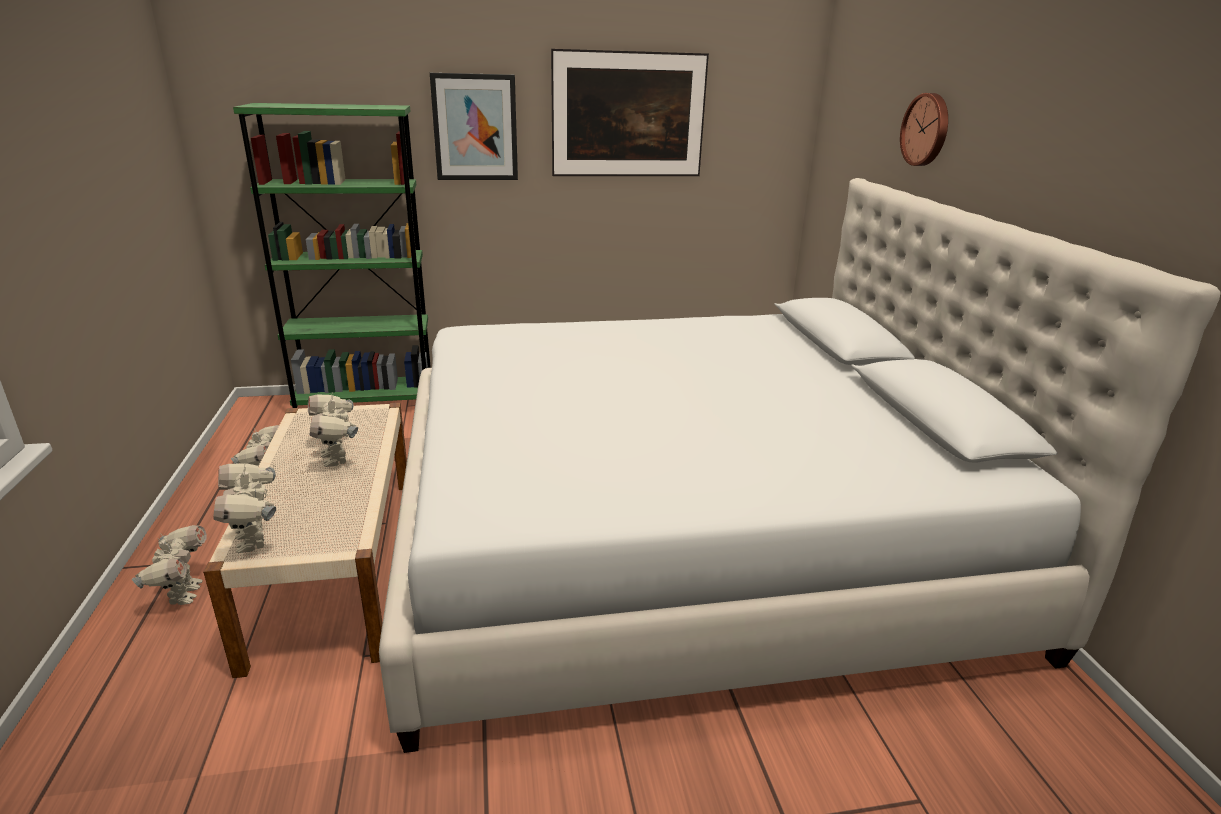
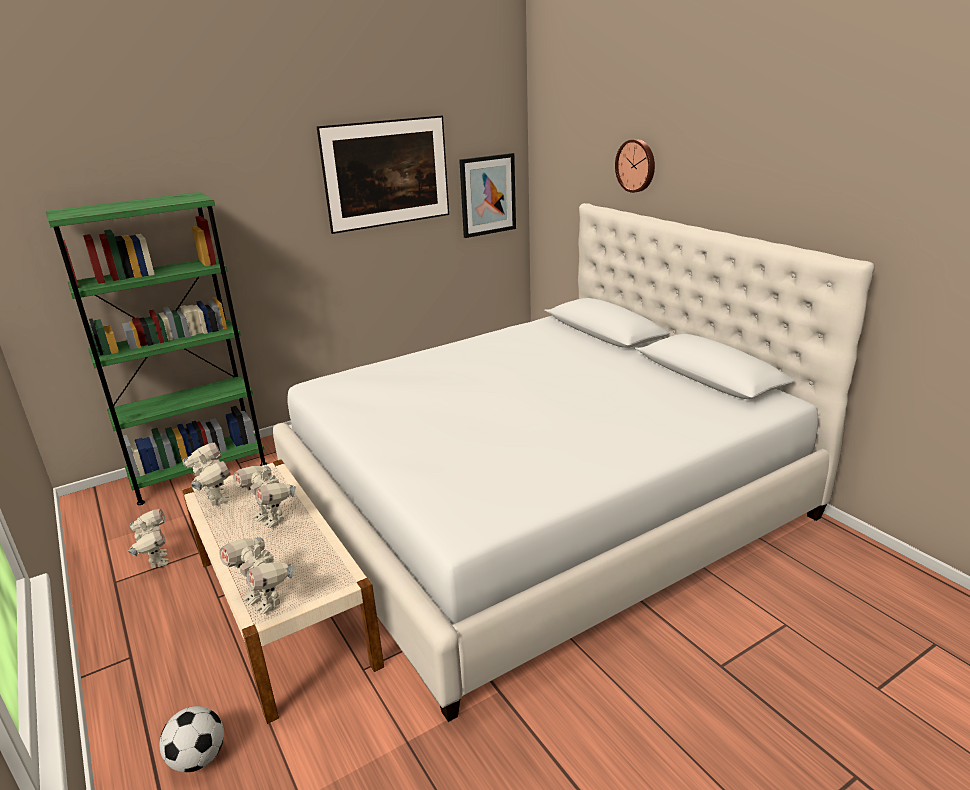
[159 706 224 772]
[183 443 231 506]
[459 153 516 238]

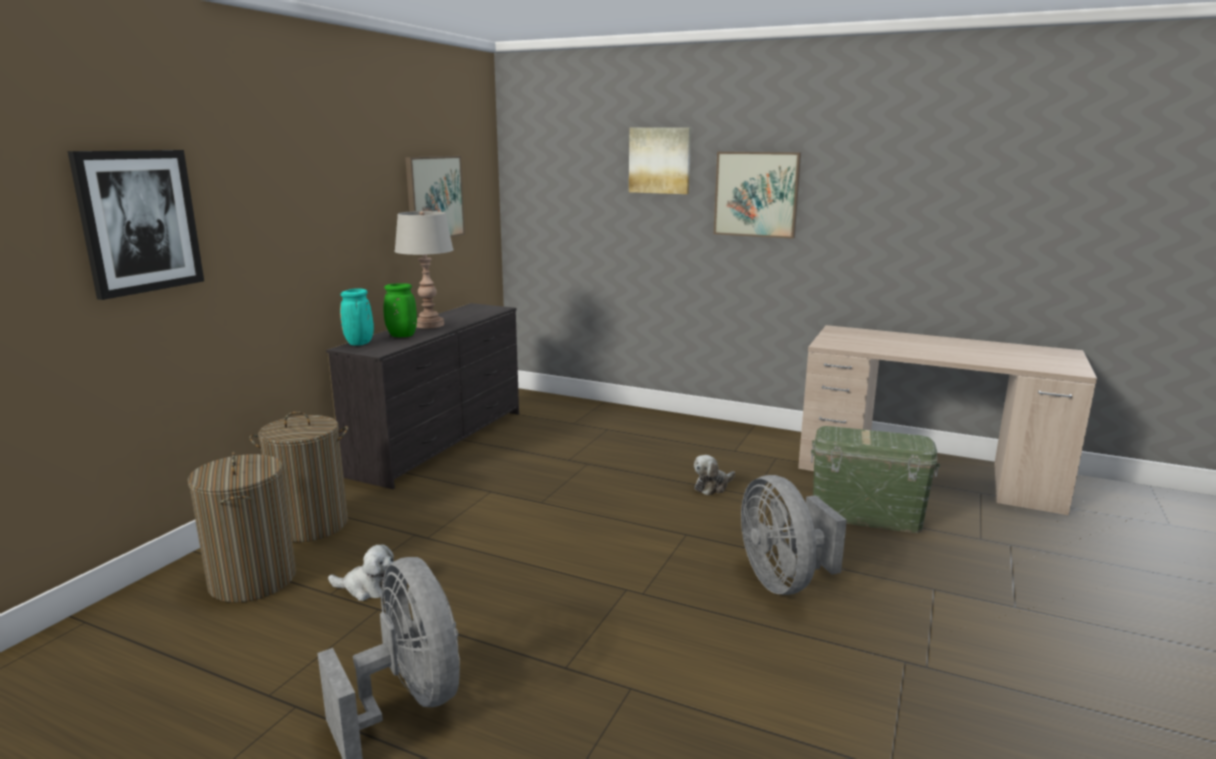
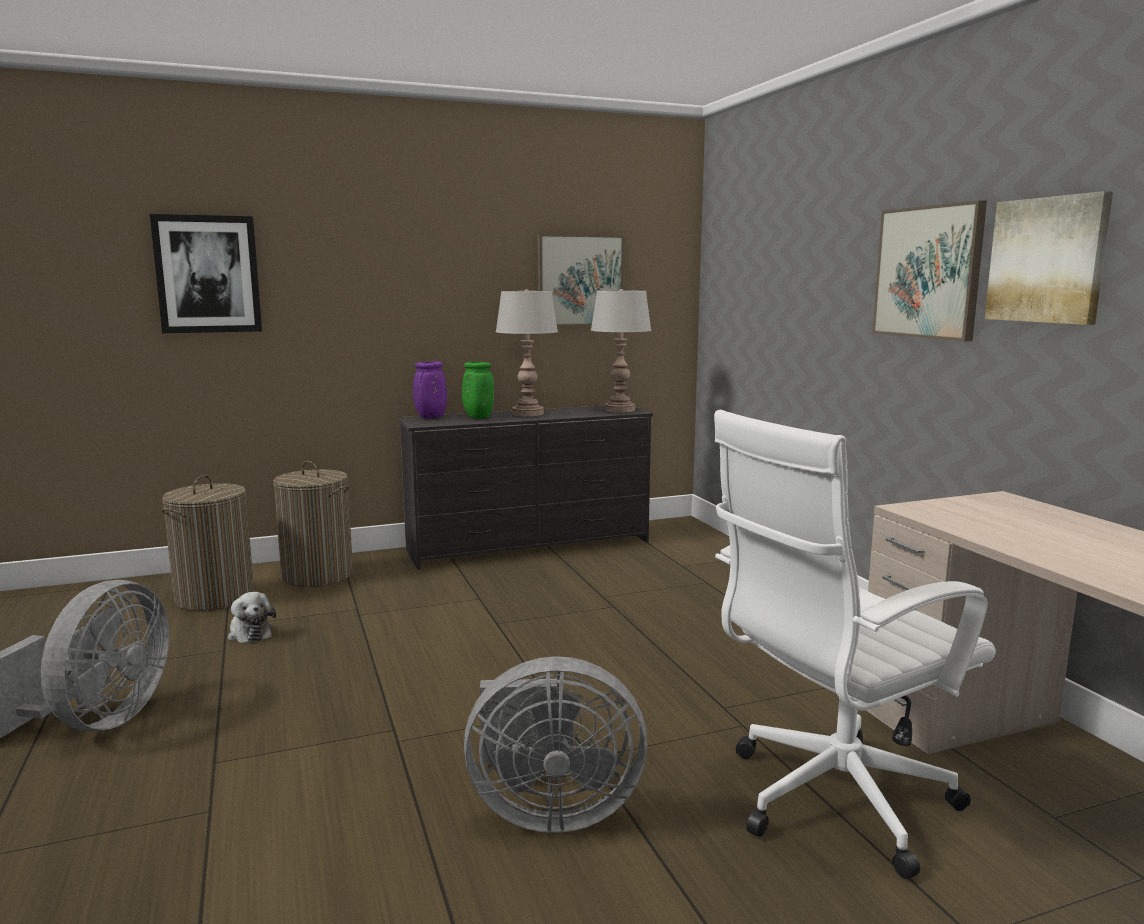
[413 361 447 418]
[464 656 647 833]
[591 289 652 413]
[714 410 996 879]
[985 191 1113 325]
[694 455 735 495] (first image)

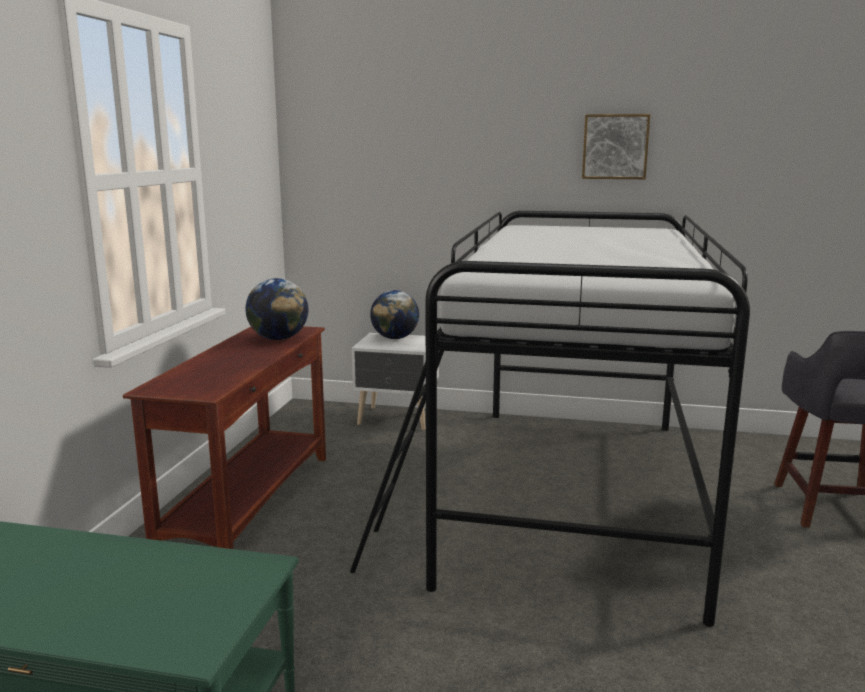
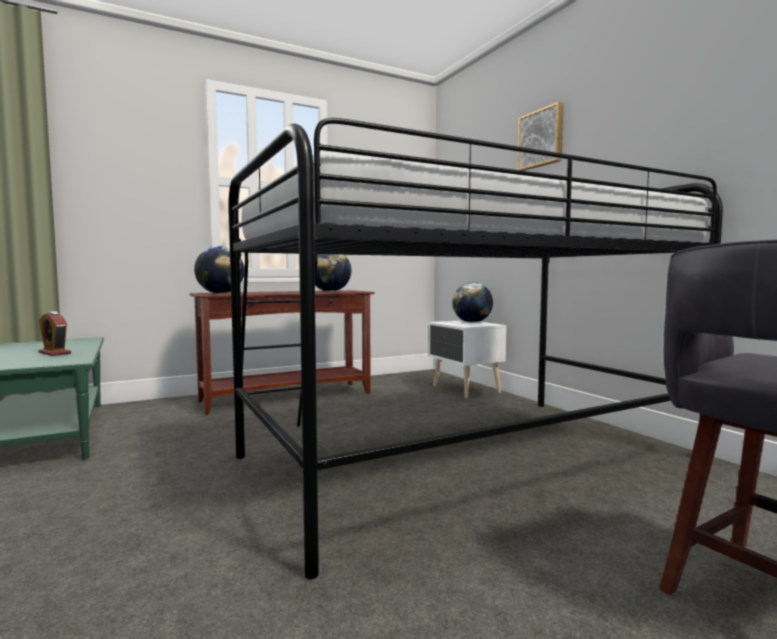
[38 311 71 356]
[194 246 244 294]
[517 102 564 171]

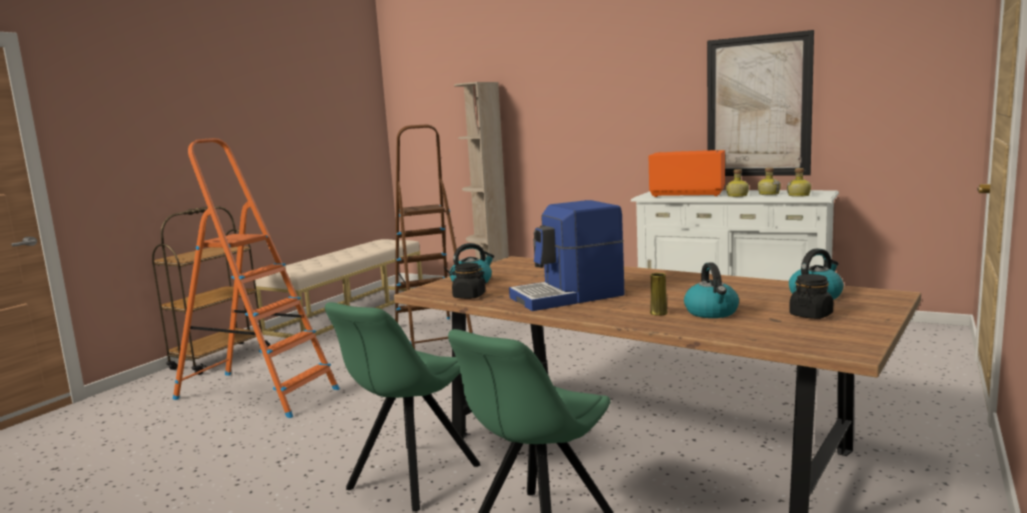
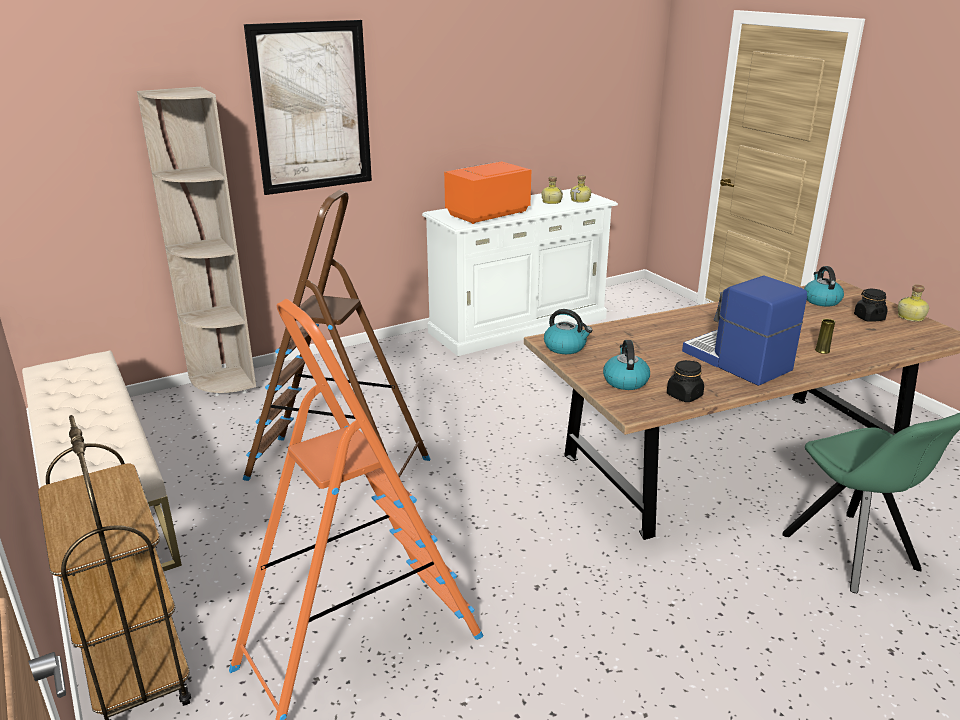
[244 20 372 195]
[544 309 592 354]
[682 276 807 386]
[898 284 929 322]
[325 302 481 512] (first image)

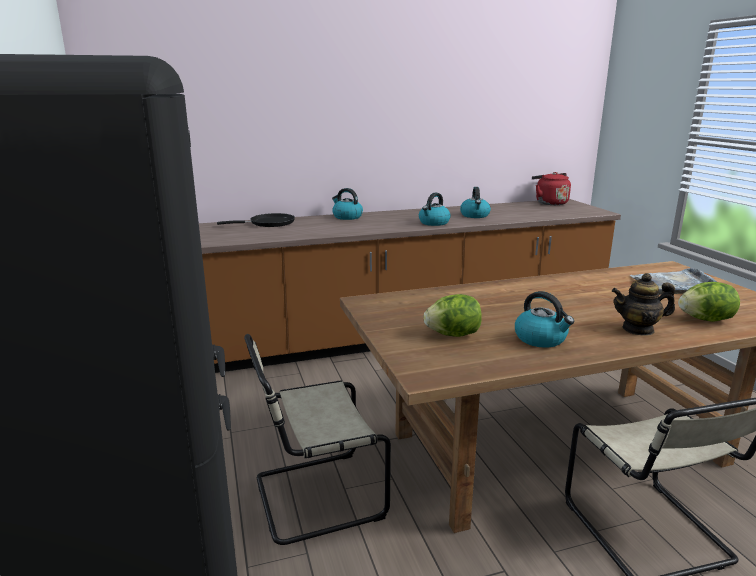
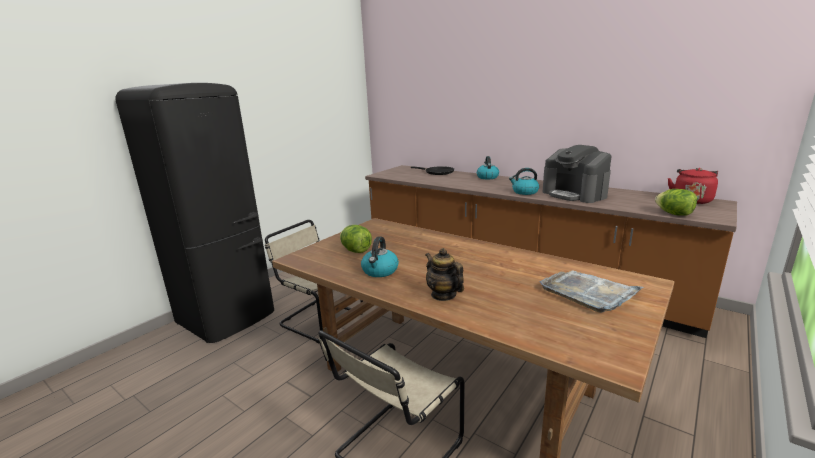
[543 145 612 203]
[655 189 697 215]

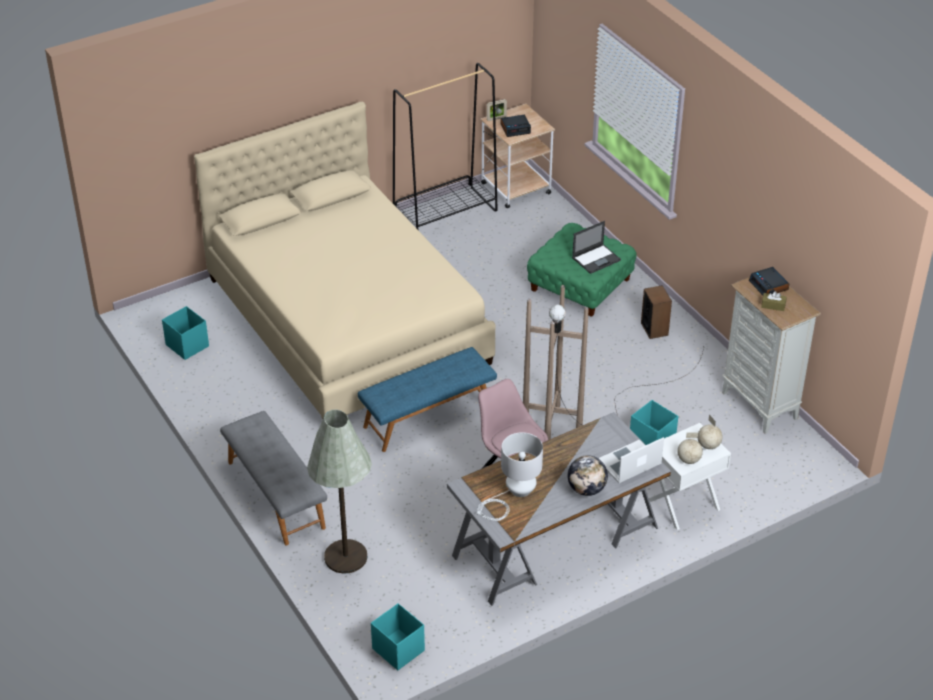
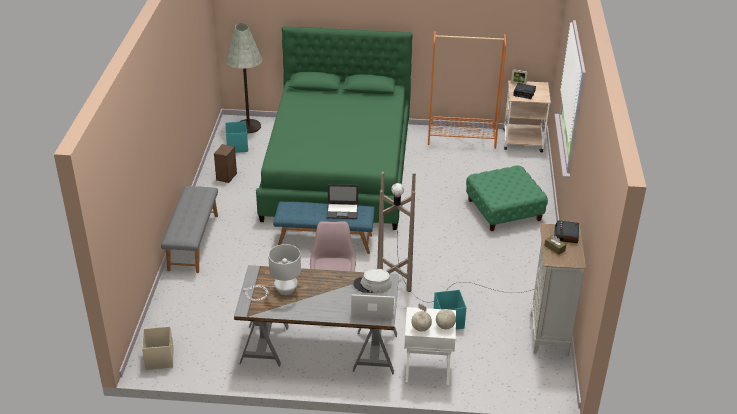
[142 326 173 370]
[214 144 237 183]
[226 23 262 133]
[256 26 413 230]
[326 184 358 219]
[353 268 392 293]
[428 31 506 149]
[568 455 608 496] (first image)

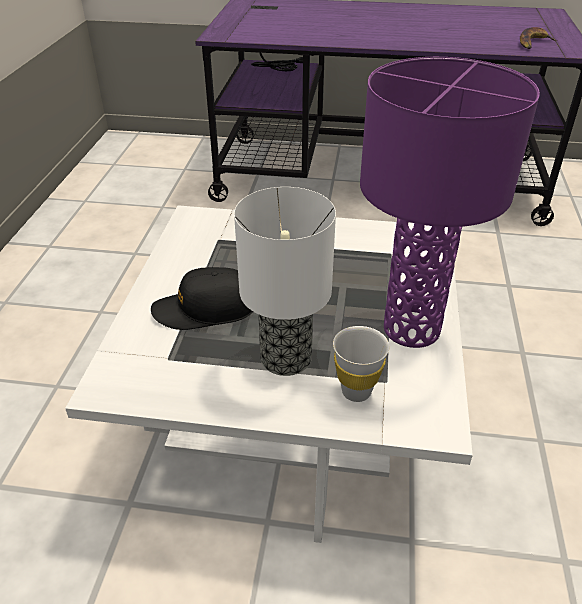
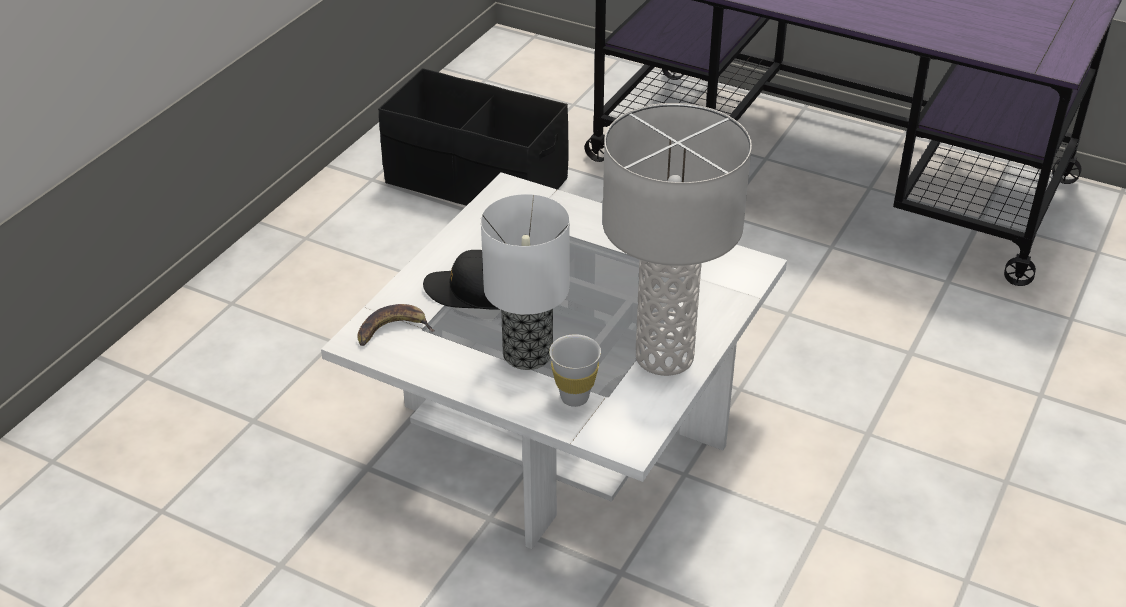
[357 304 434 346]
[378 68 568 206]
[603 103 752 376]

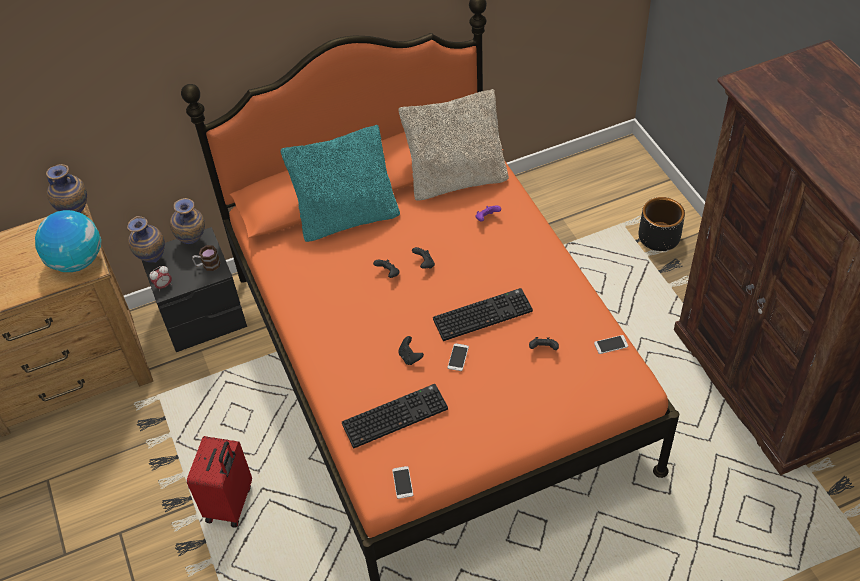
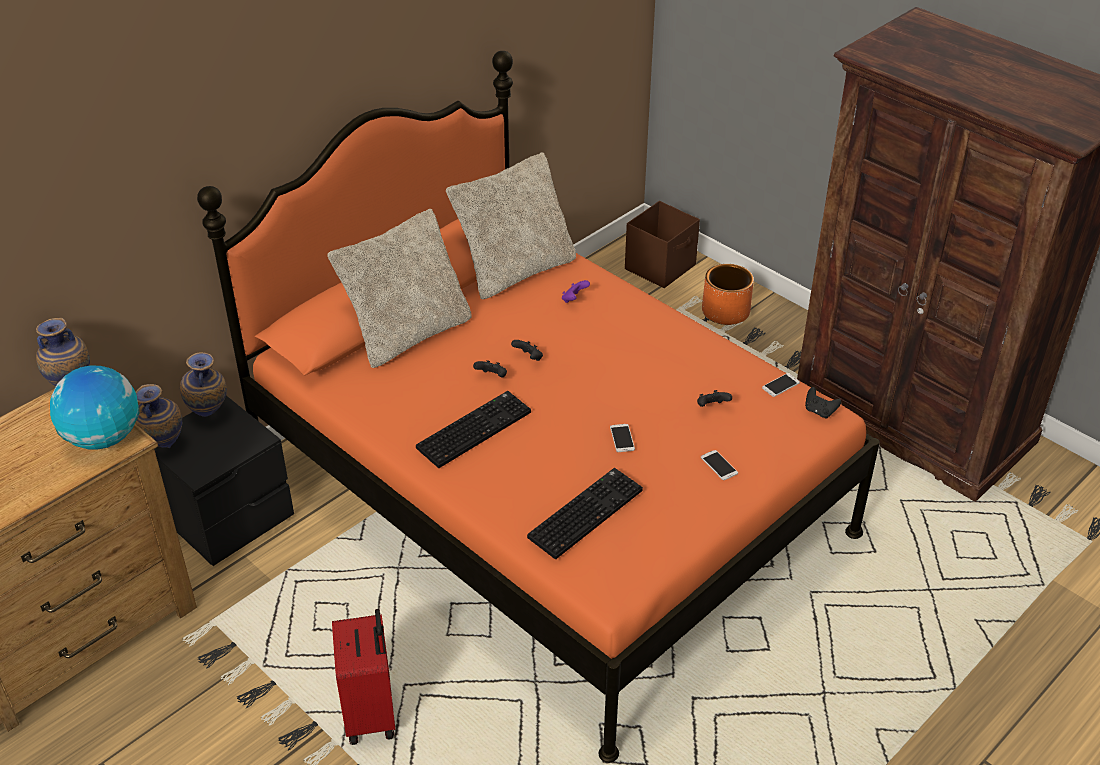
[327 209 472 368]
[416 391 531 468]
[625 201 700 288]
[701 450 738 480]
[702 264 754 325]
[805 387 841 419]
[149 266 172 290] (first image)
[192 245 221 271] (first image)

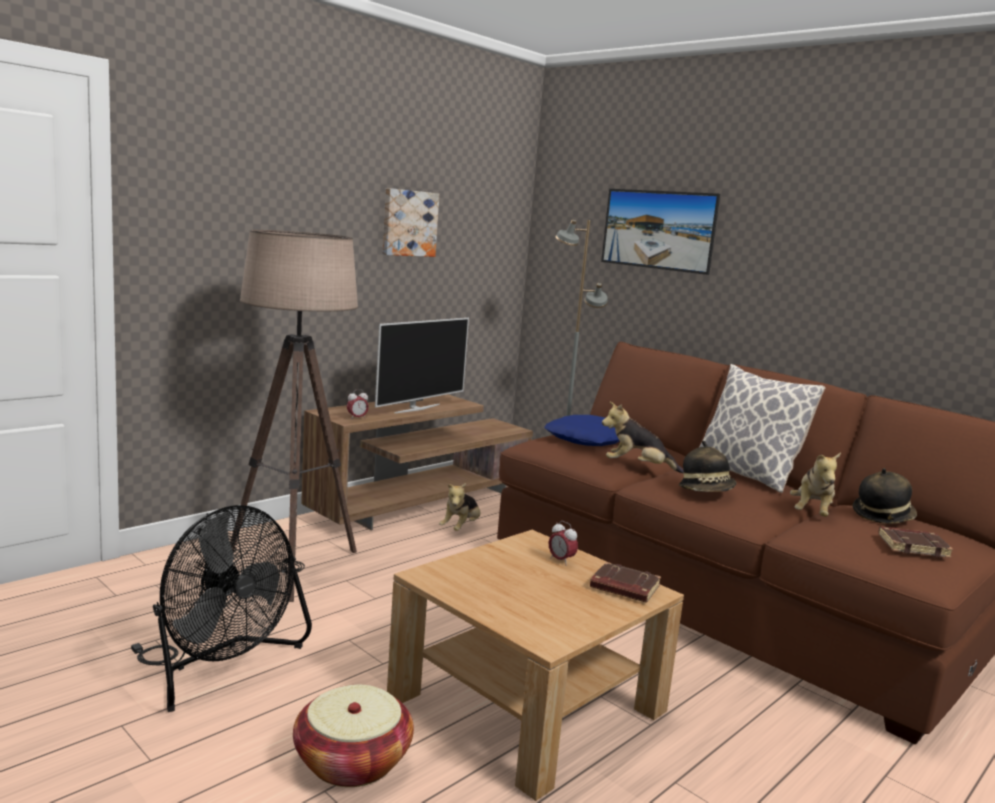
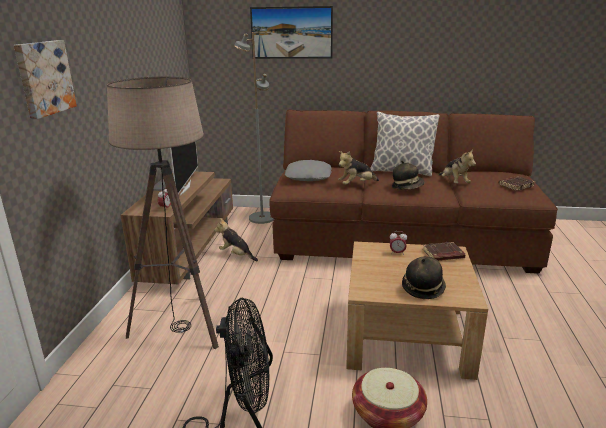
[14 40 77 119]
[214 218 258 261]
[285 160 332 181]
[402 256 446 299]

